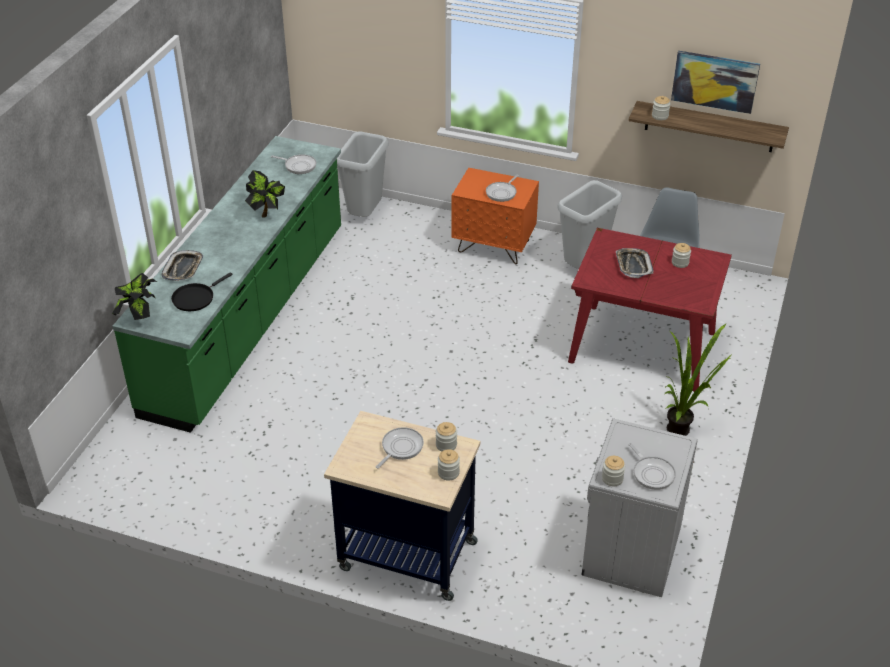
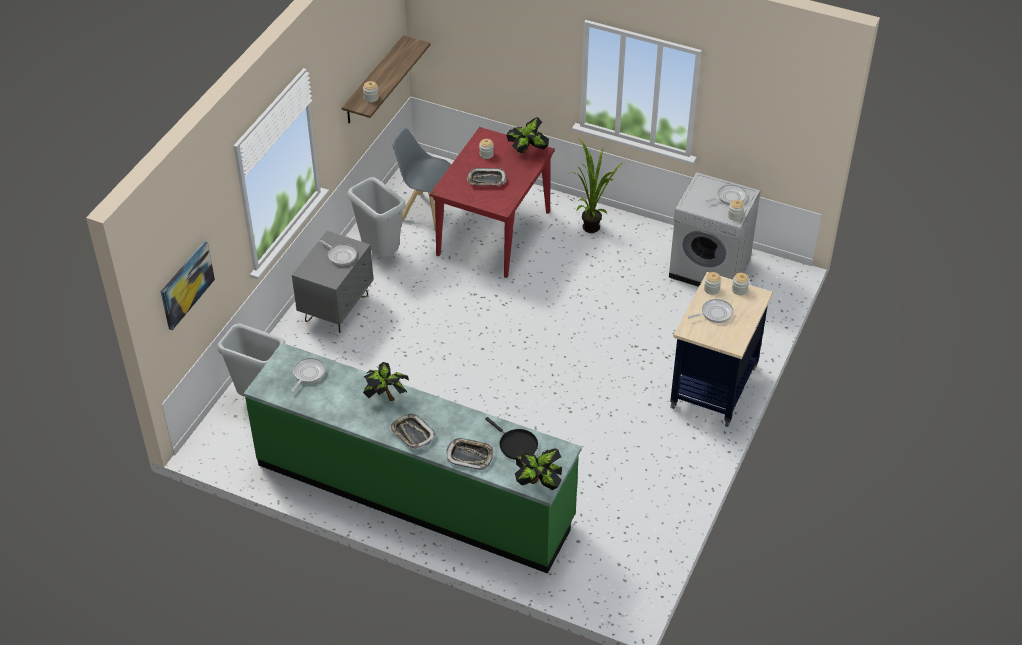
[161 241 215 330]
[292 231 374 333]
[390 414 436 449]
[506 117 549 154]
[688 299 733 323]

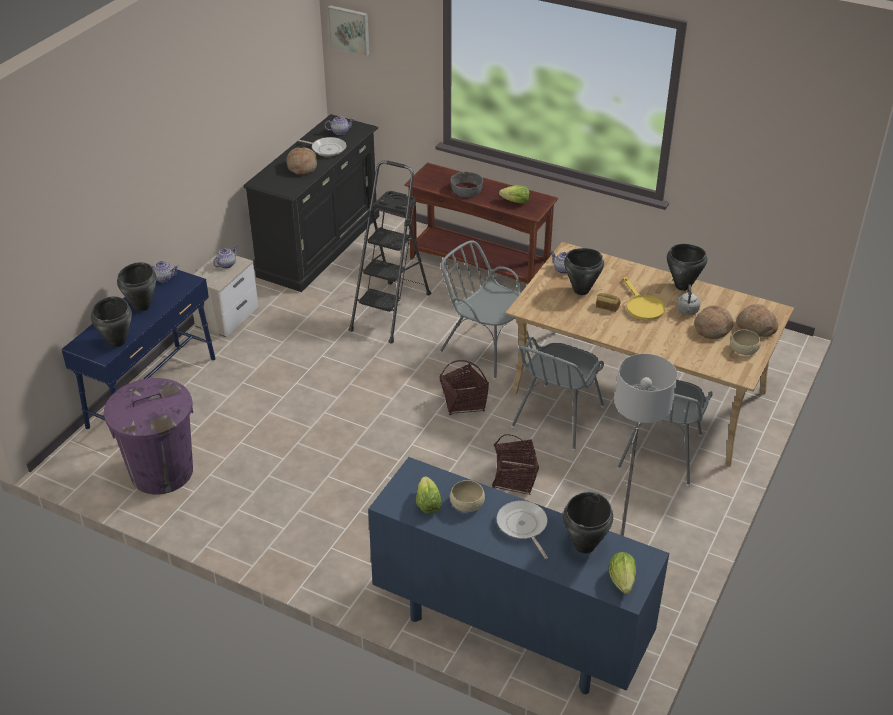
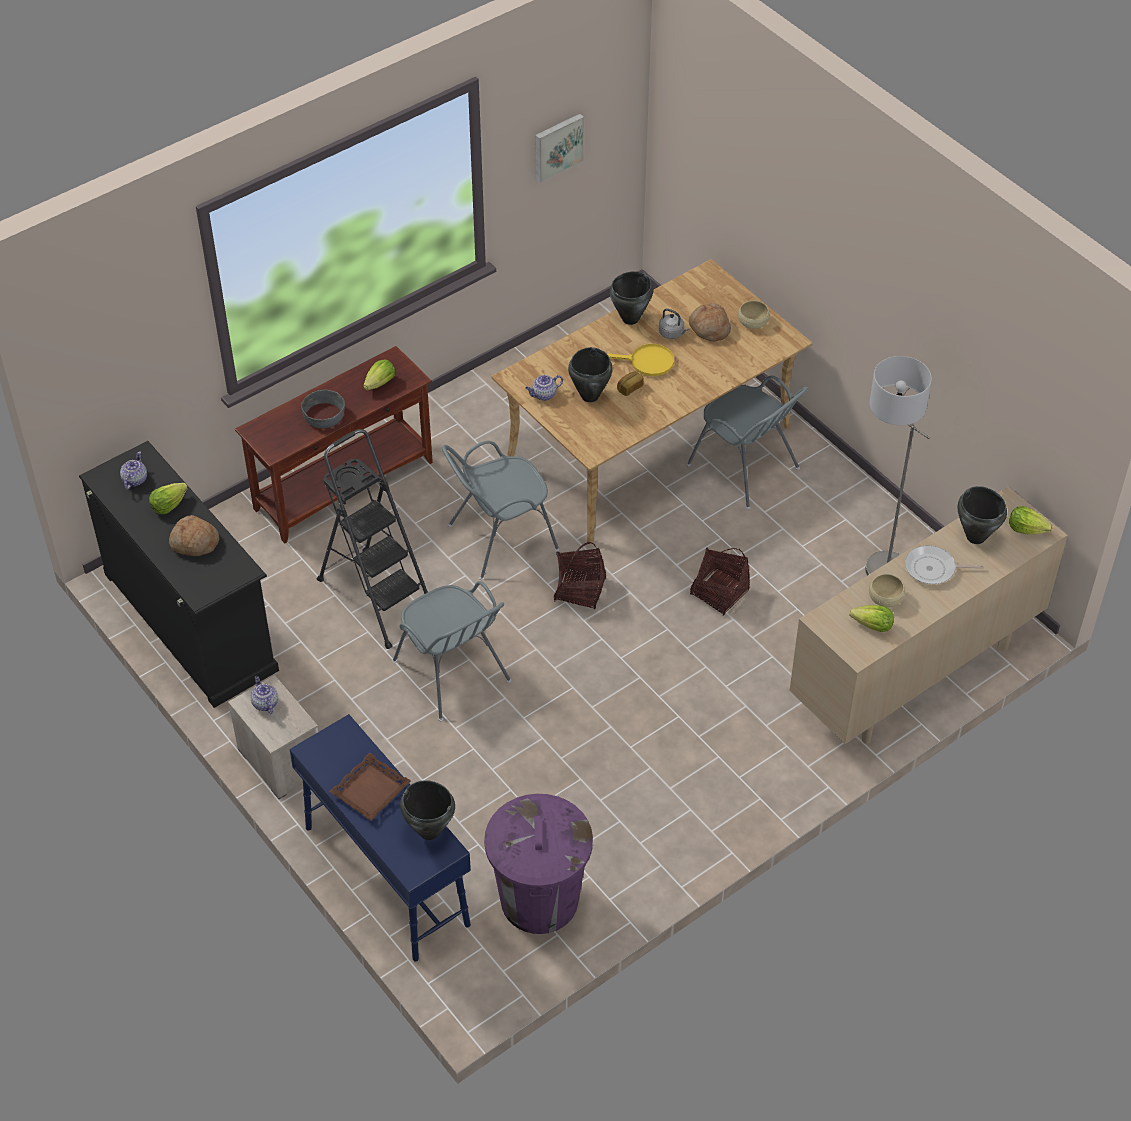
[149 483 188 514]
[329 753 411 821]
[392 581 512 721]
[535 114 584 182]
[790 487 1068 744]
[149 261 179 282] (first image)
[736 304 778 337] (first image)

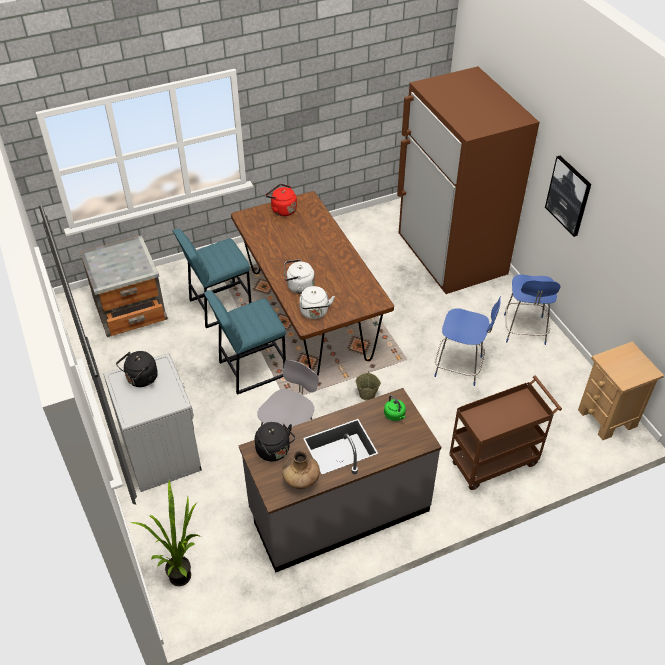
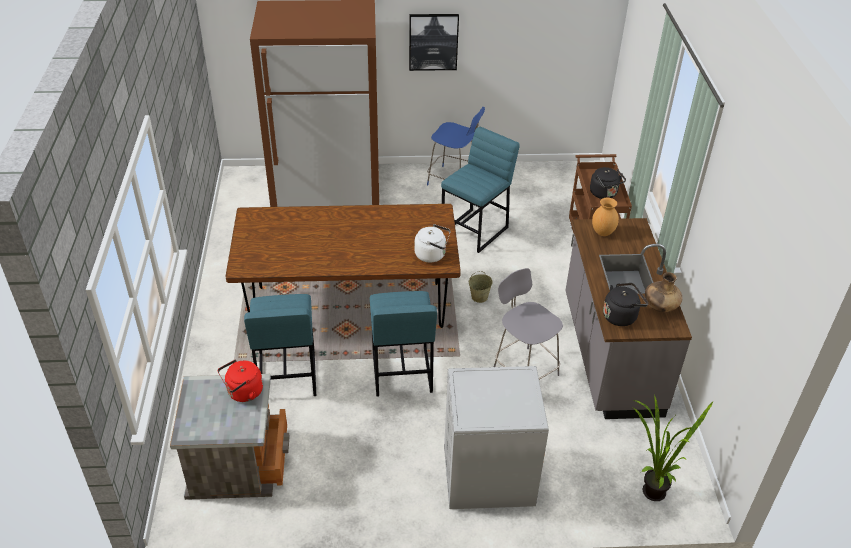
[218 359 263 402]
[441 127 520 253]
[590 167 626 199]
[592 198 619 236]
[284 259 315 294] (first image)
[578 342 664 440] (first image)

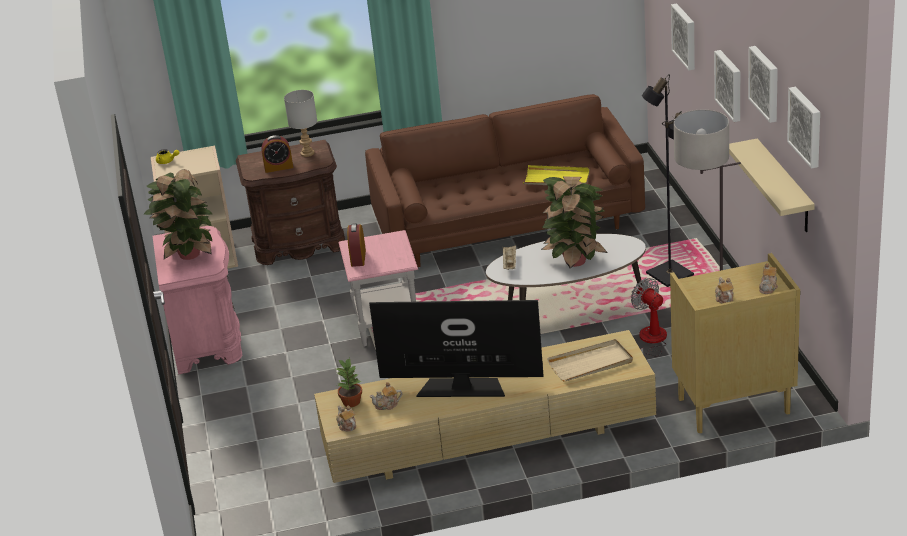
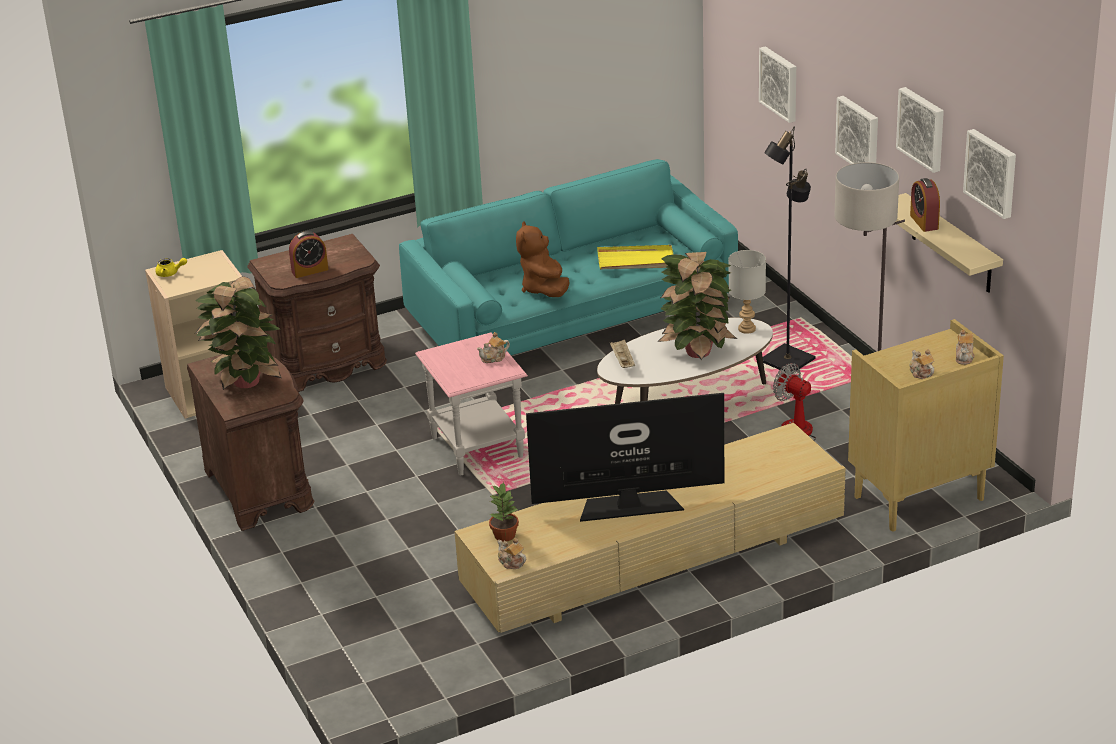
[187 354 314 531]
[399 159 738 355]
[477 332 510 363]
[516 221 570 297]
[729 250 766 334]
[910 178 940 232]
[547 339 633 382] (first image)

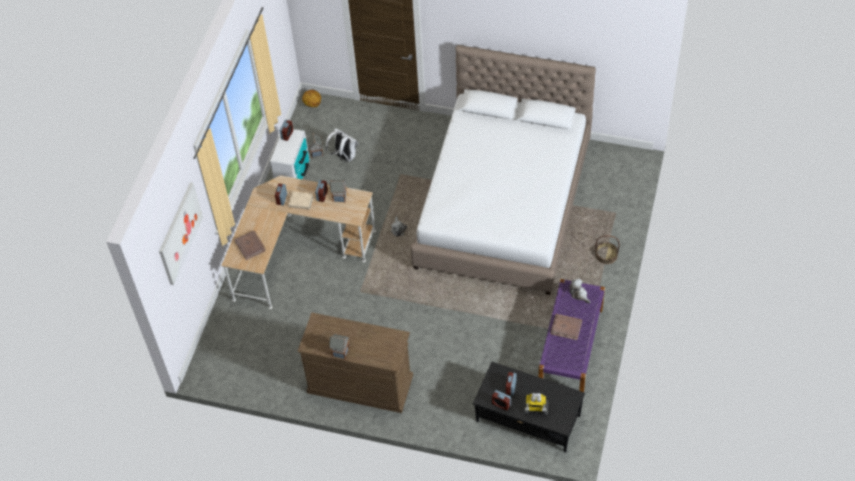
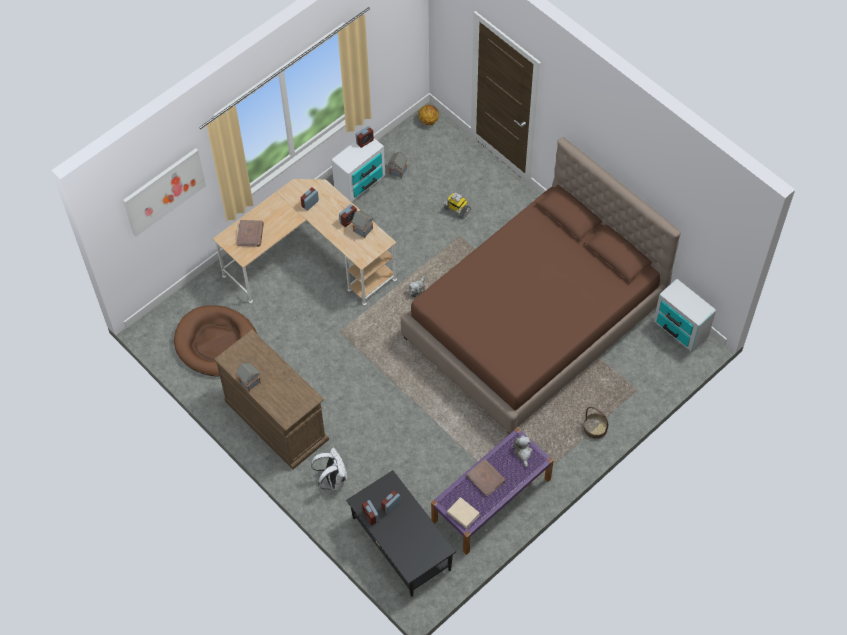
[174 305 257 377]
[311 447 347 490]
[401 137 681 434]
[444 192 471 219]
[447 497 480 529]
[654 279 716 352]

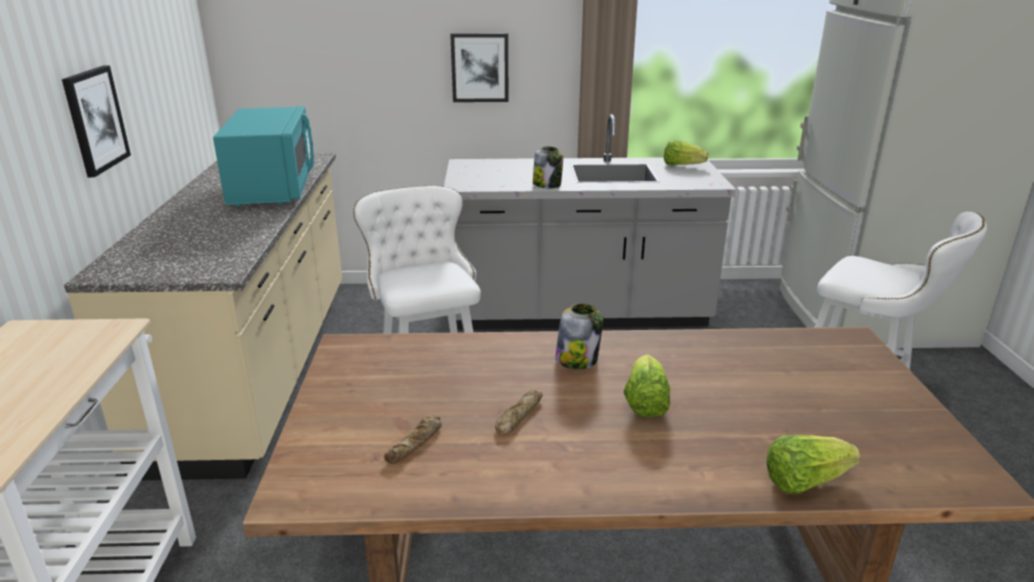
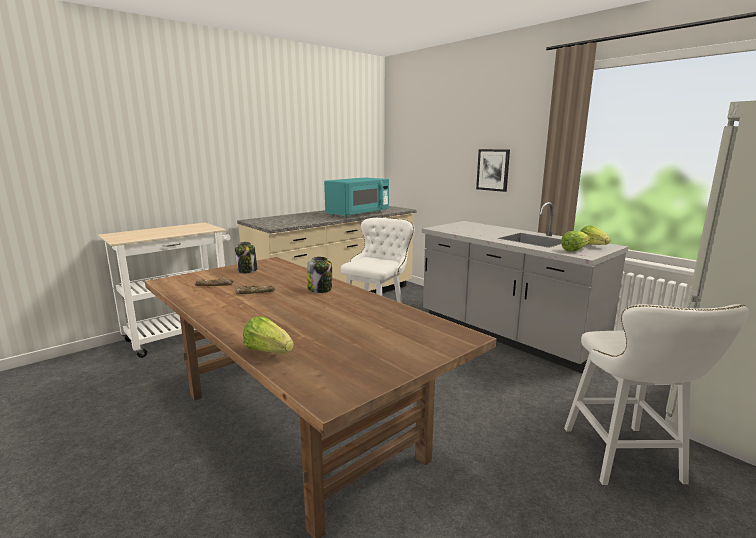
[235 242 257 273]
[561 231 590 251]
[62 66 131 177] (first image)

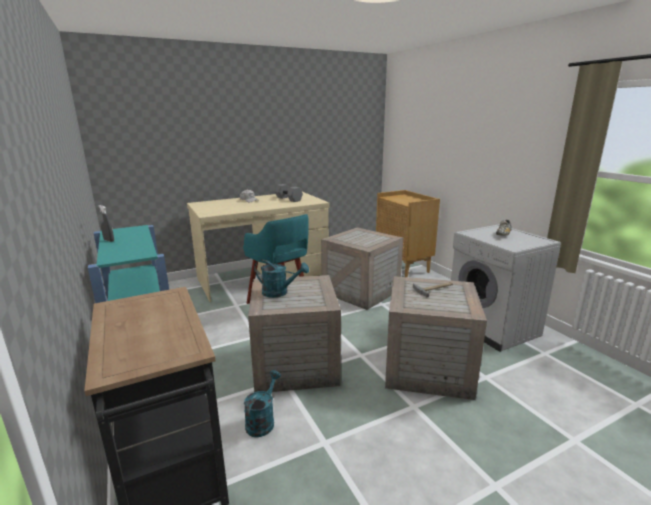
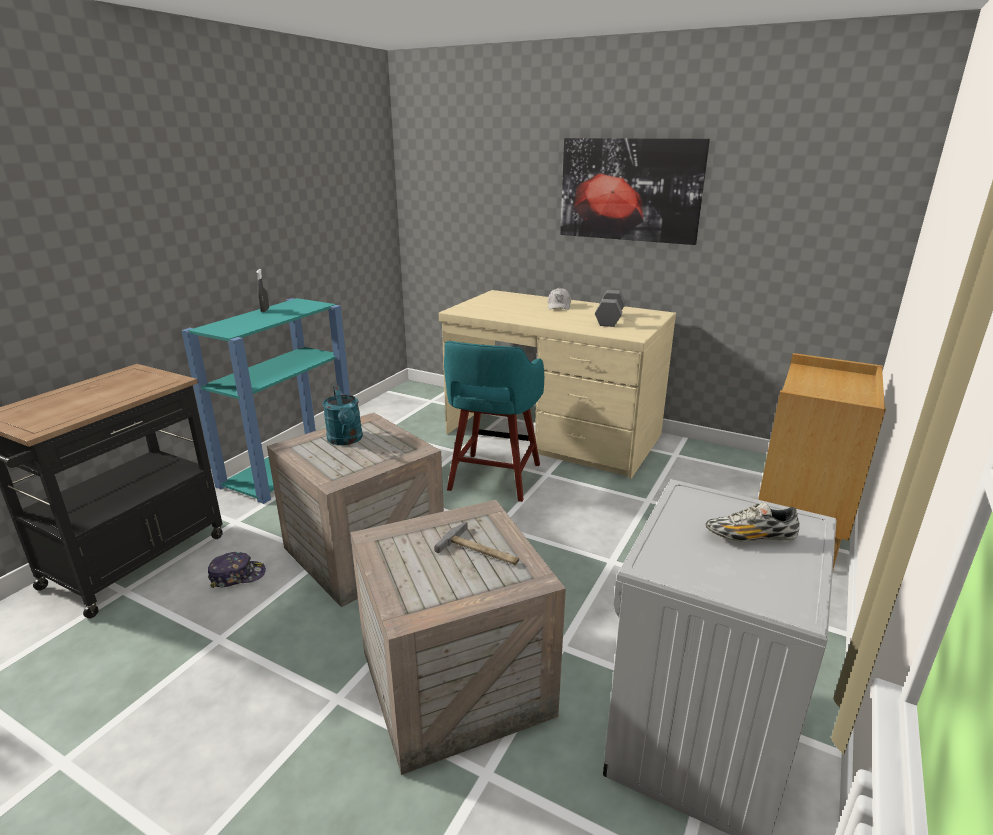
[208 552 266 588]
[560 138 710 245]
[321 227 403 310] (first image)

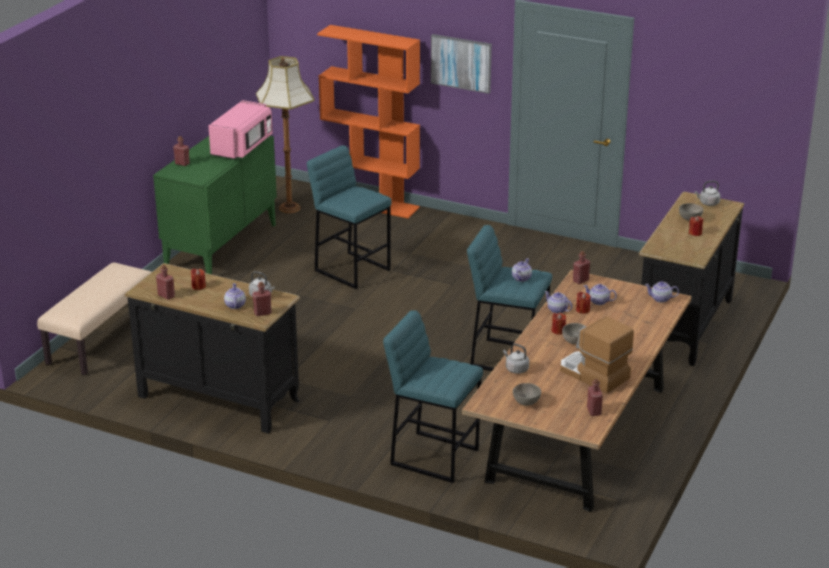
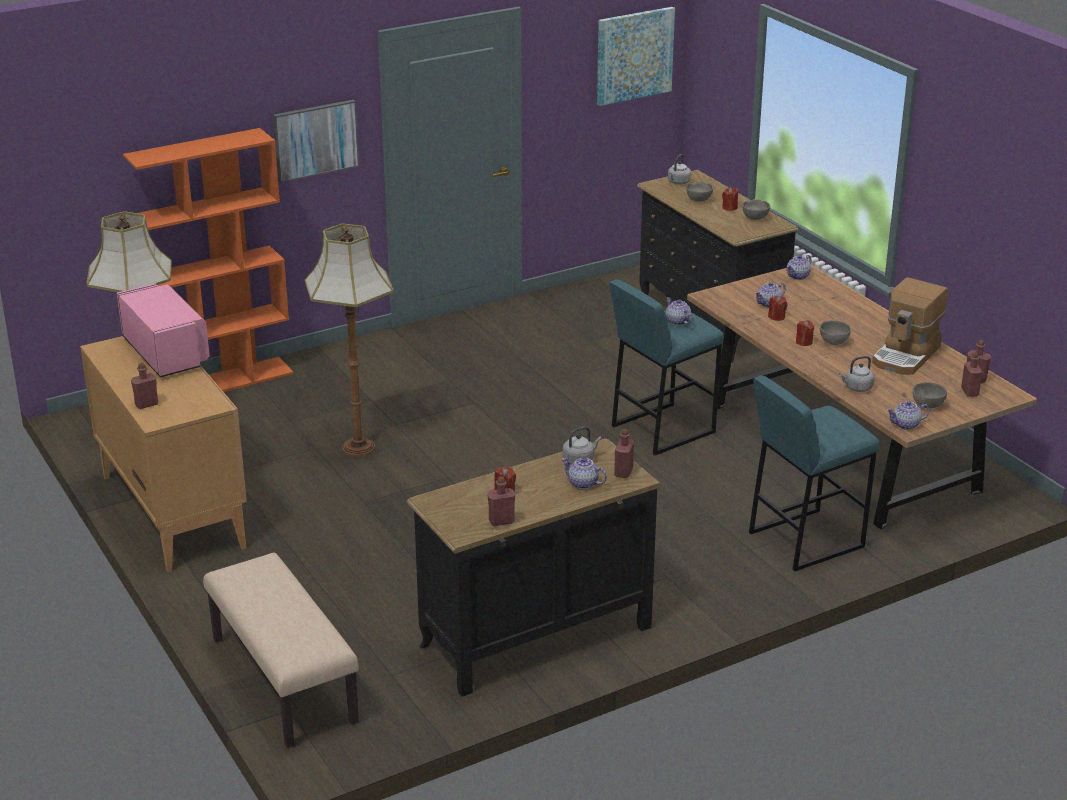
[80 336 247 572]
[304 224 394 457]
[597 7 675 106]
[742 199 770 220]
[872 277 948 375]
[886 401 929 430]
[961 352 983 397]

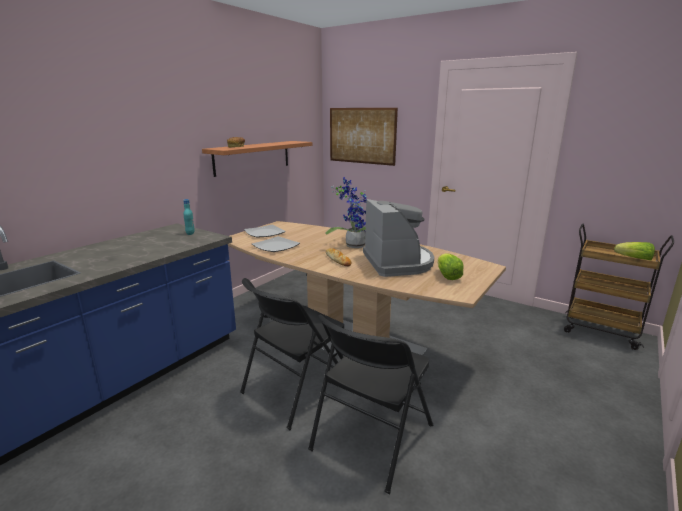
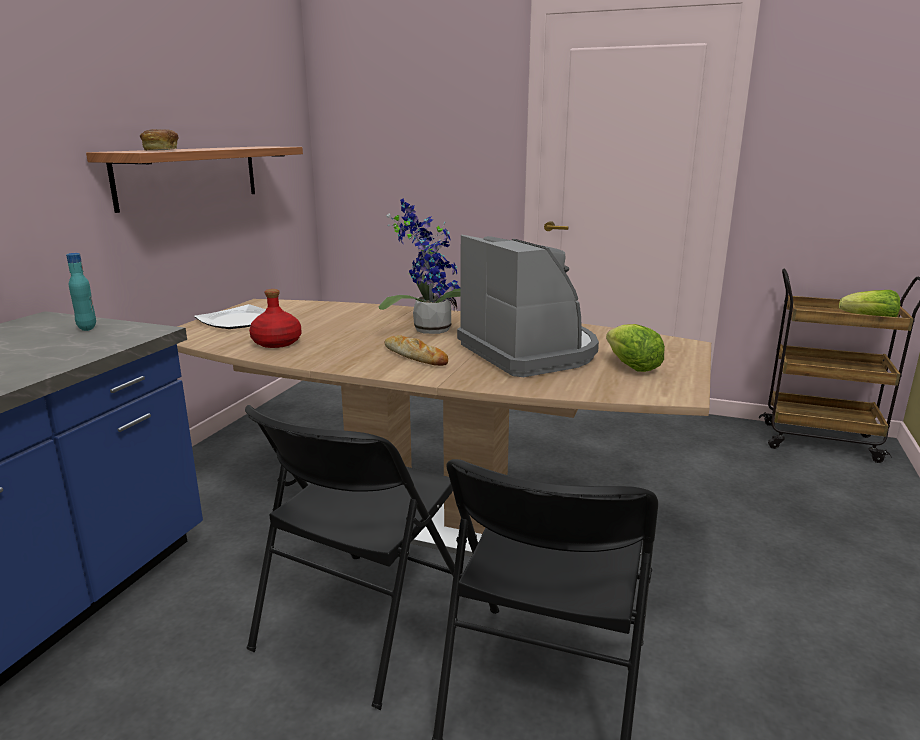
[249 289 301 348]
[330 108 398 166] (first image)

